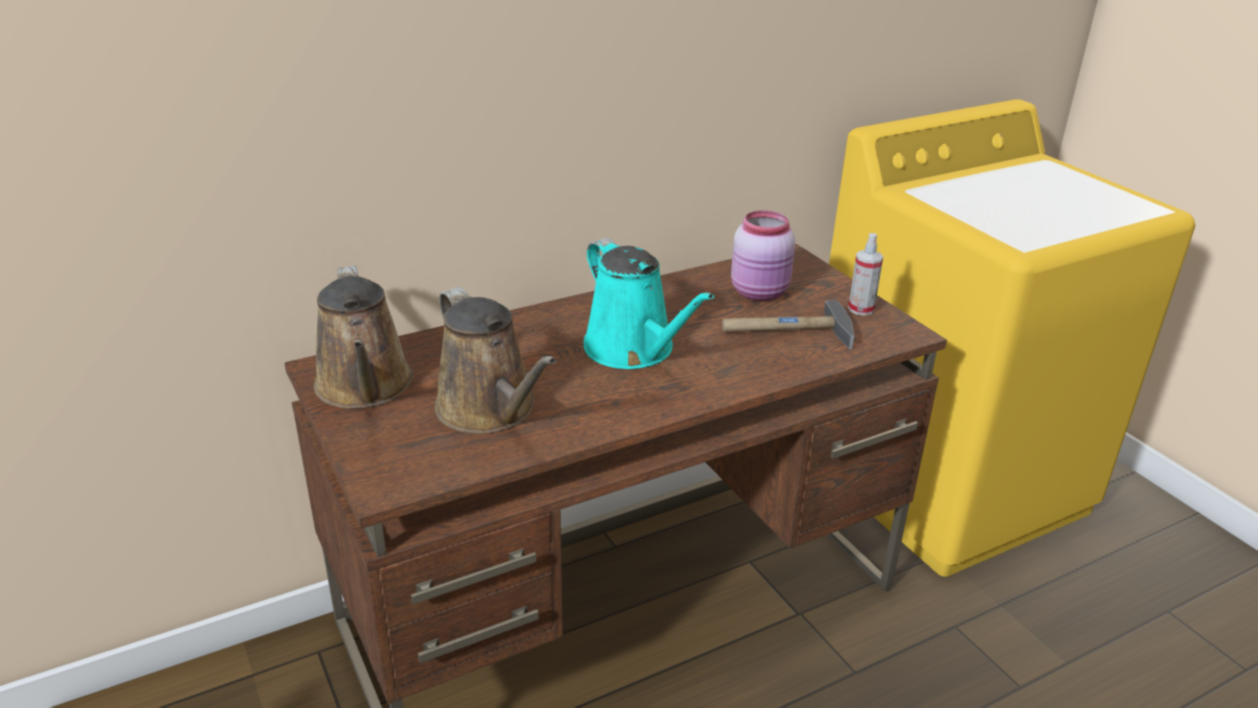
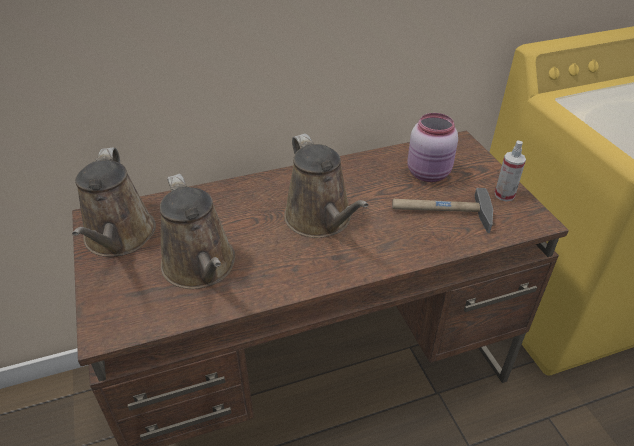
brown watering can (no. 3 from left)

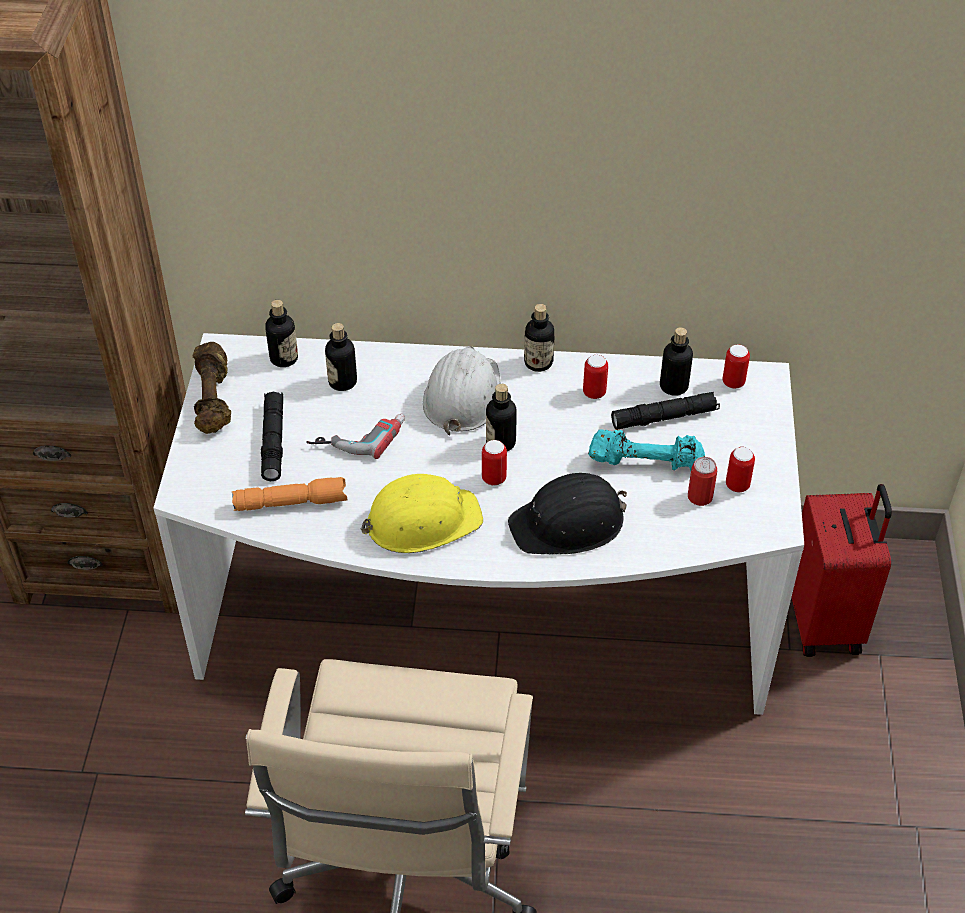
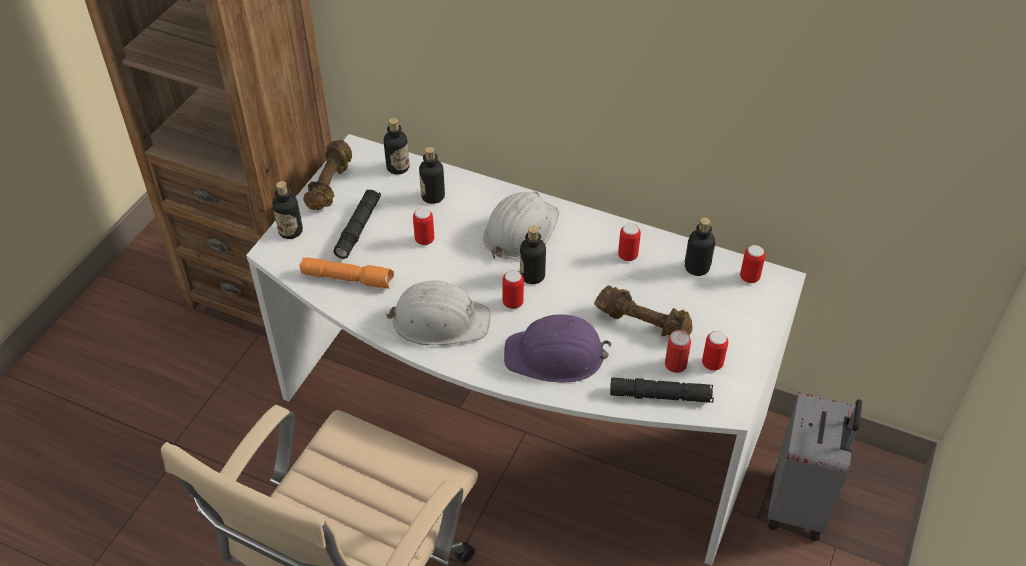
bottle (no. 1 from left)
black flashlight (no. 2 from left)
can (no. 1 from left)
white hard hat (no. 1 from left)
purple hard hat
brown dumbbell (no. 2 from left)
grey suitcase

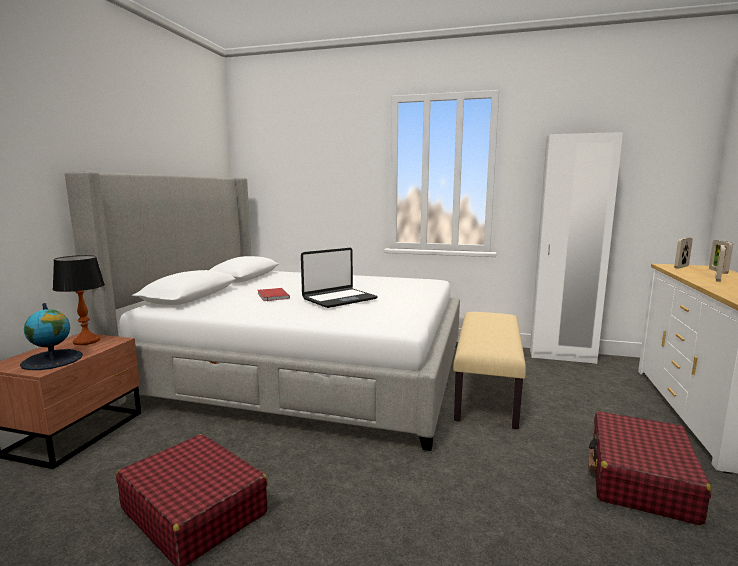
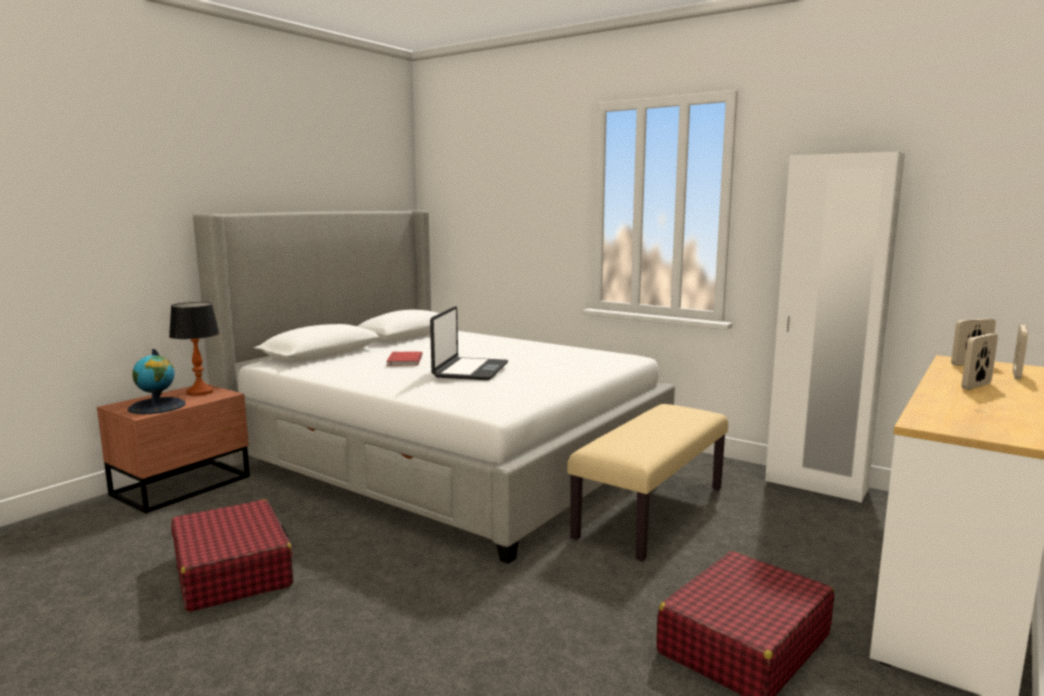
laptop

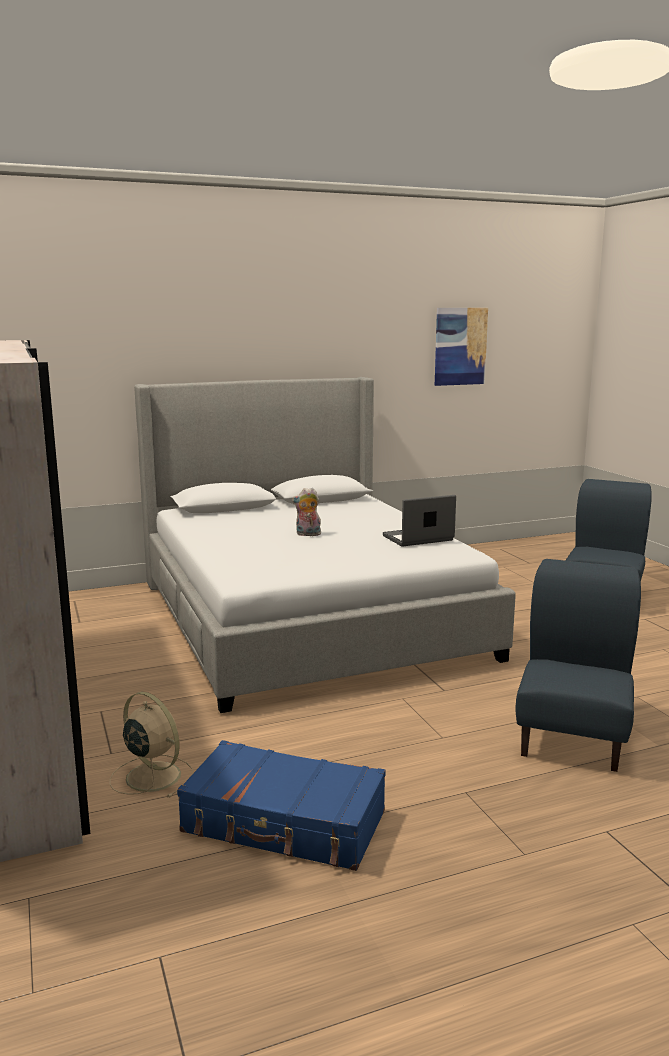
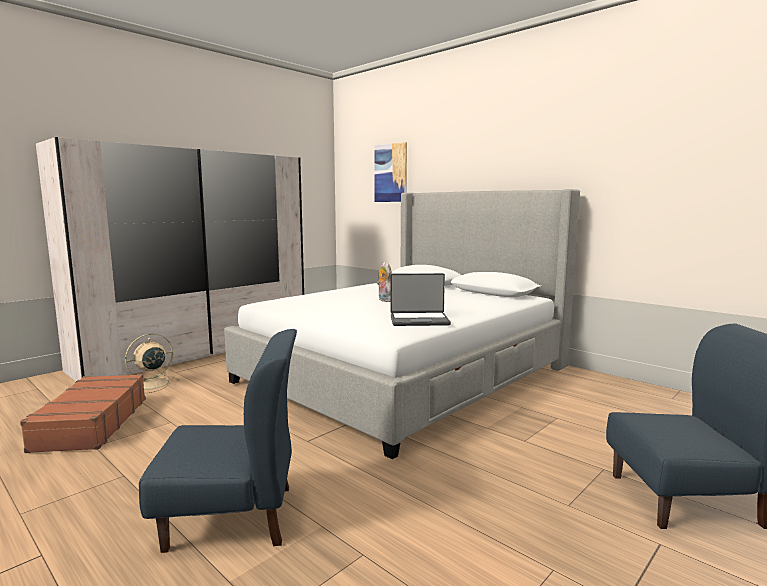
picture
brown suitcase
beige fan
laptop

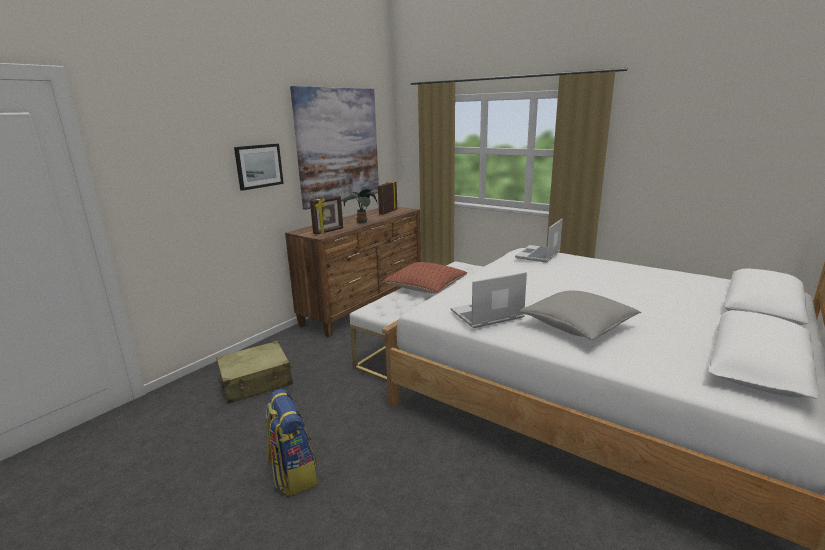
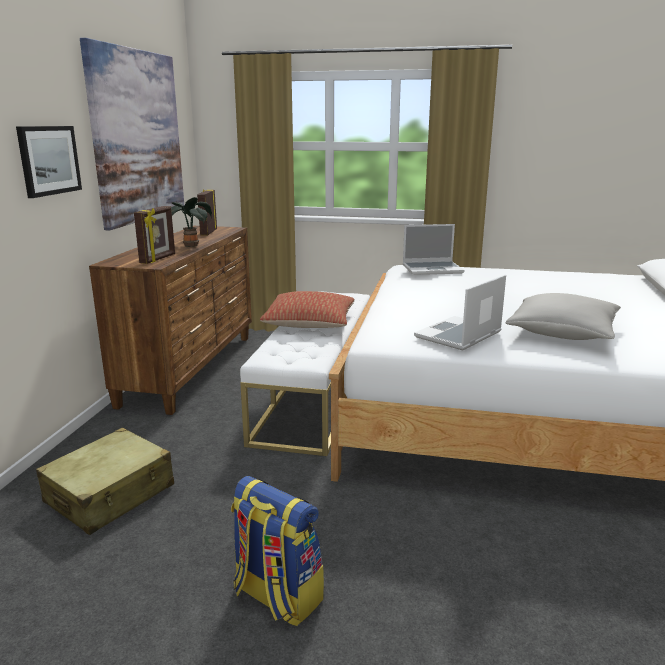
laptop (no. 1 from left)

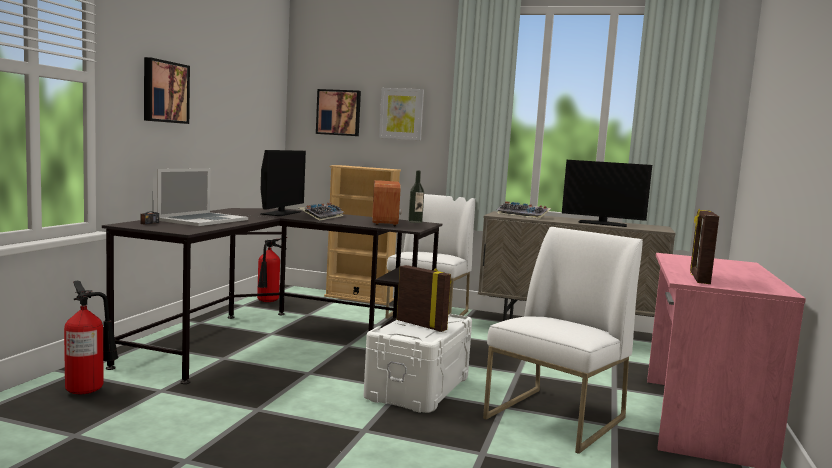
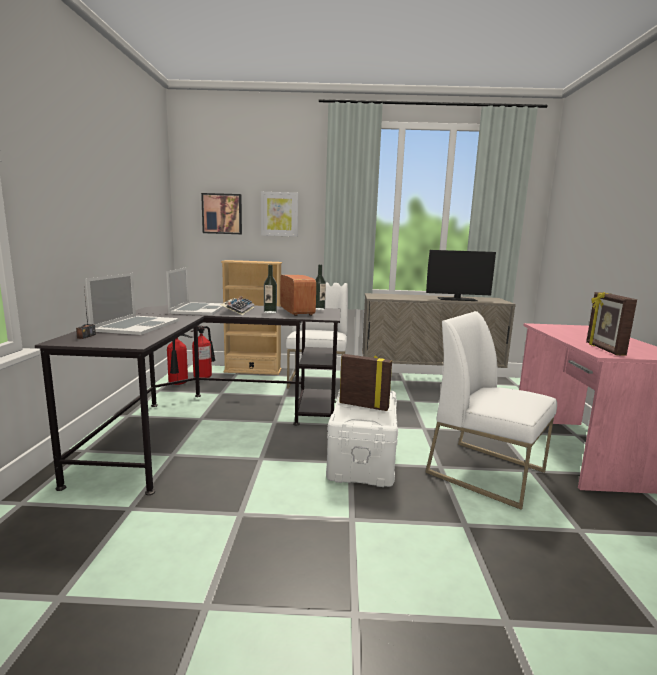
picture (no. 1 from left in the first image)
keyboard (no. 2 from left in the first image)
bottle (no. 1 from left)
fire extinguisher (no. 2 from left)
laptop (no. 2 from left)
white chair (no. 2 from left)

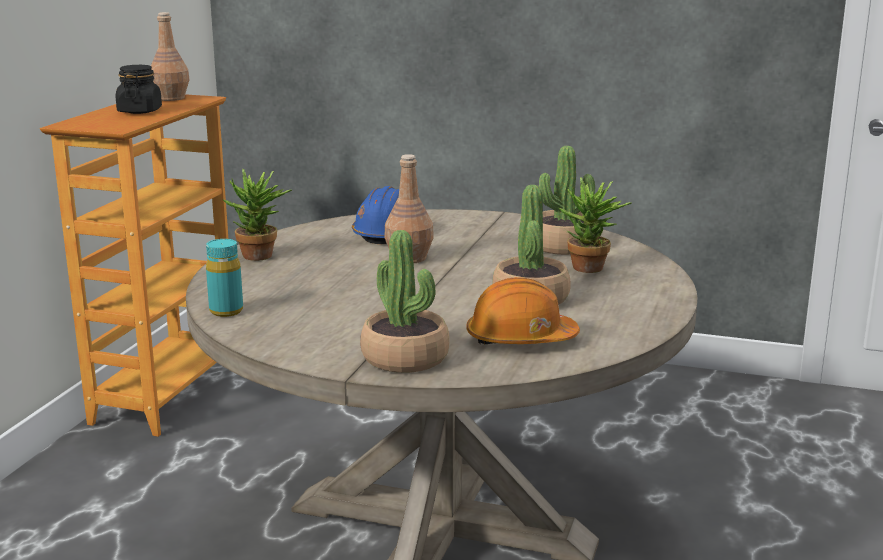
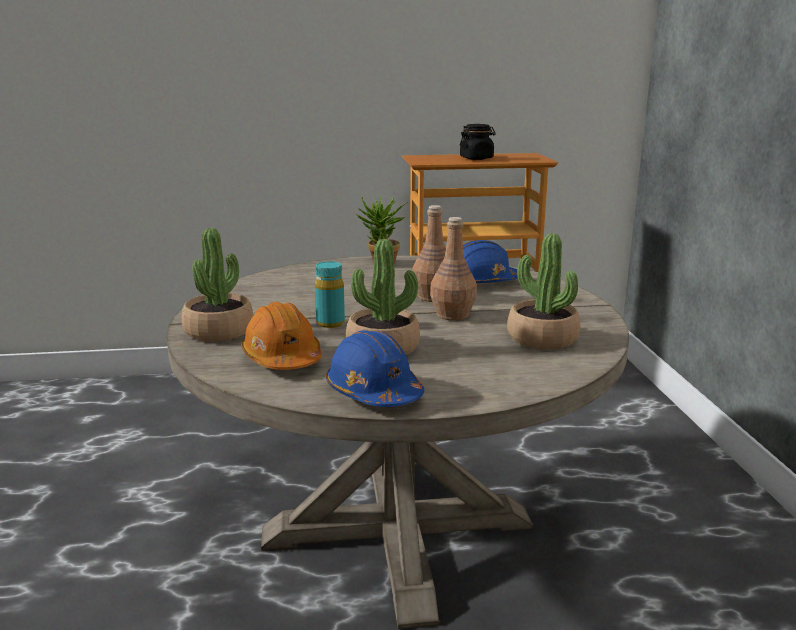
potted plant (no. 5 from left in the first image)
blue hard hat (no. 1 from left)
brown bottle (no. 2 from left)
turquoise bottle

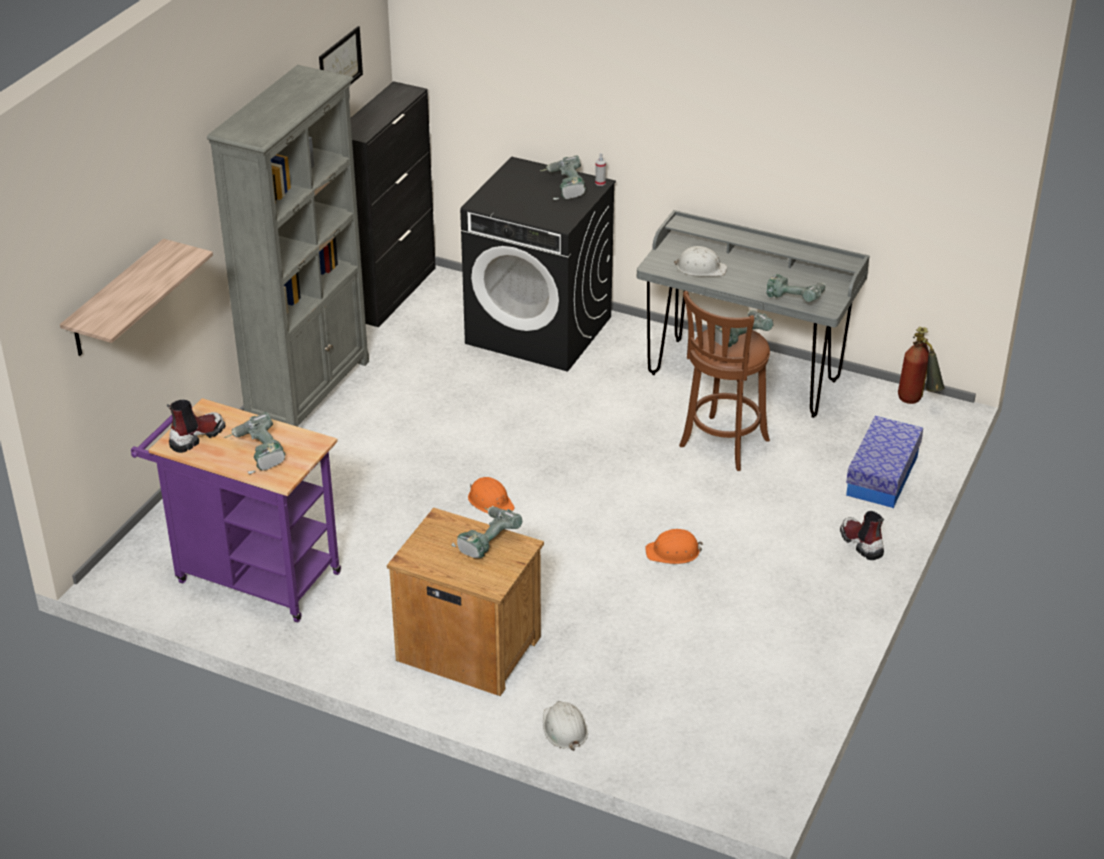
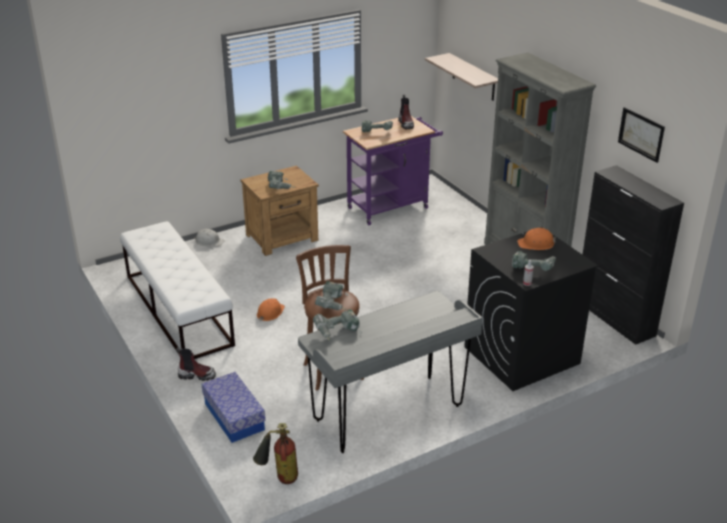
white hard hat (no. 2 from left in the first image)
white bench
orange hard hat (no. 2 from left)

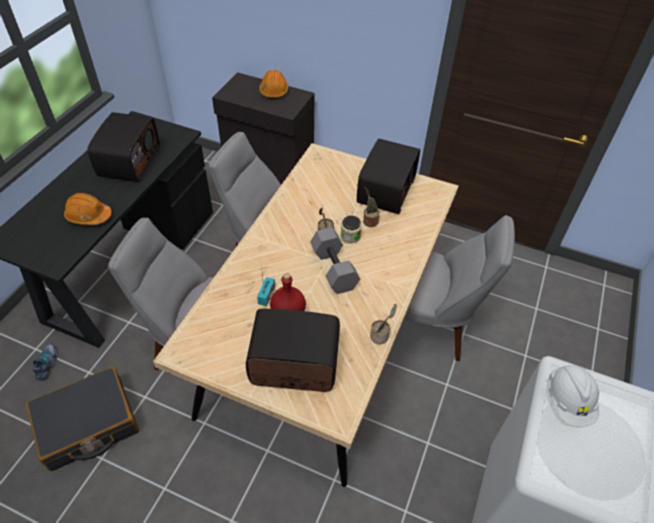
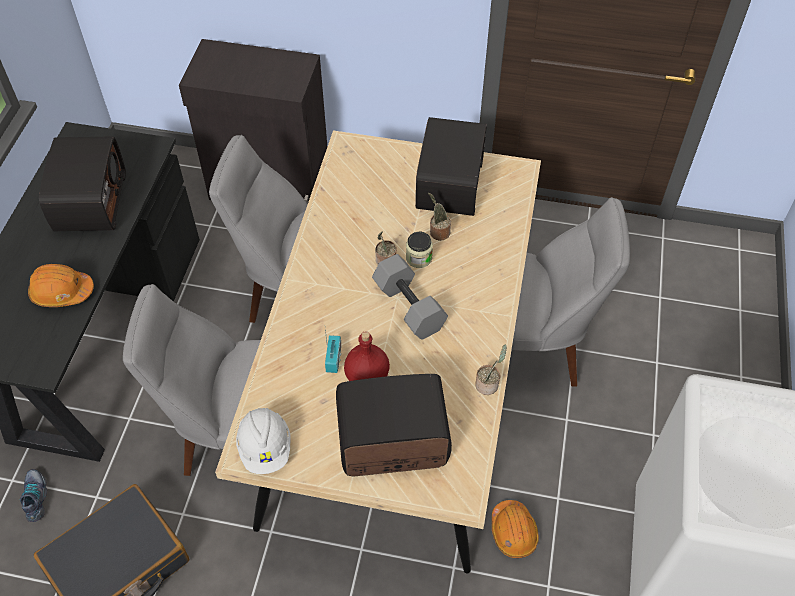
orange hard hat (no. 2 from left)
white hard hat

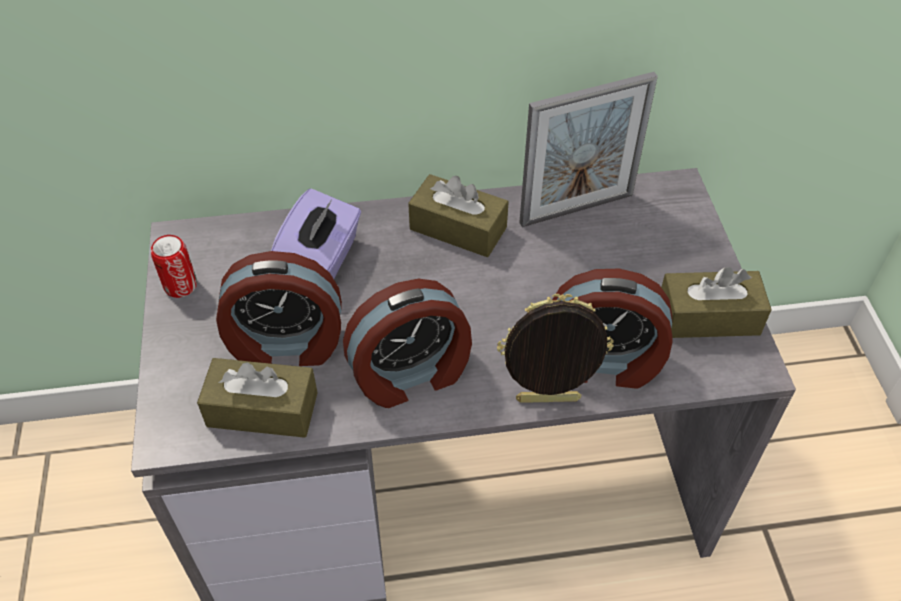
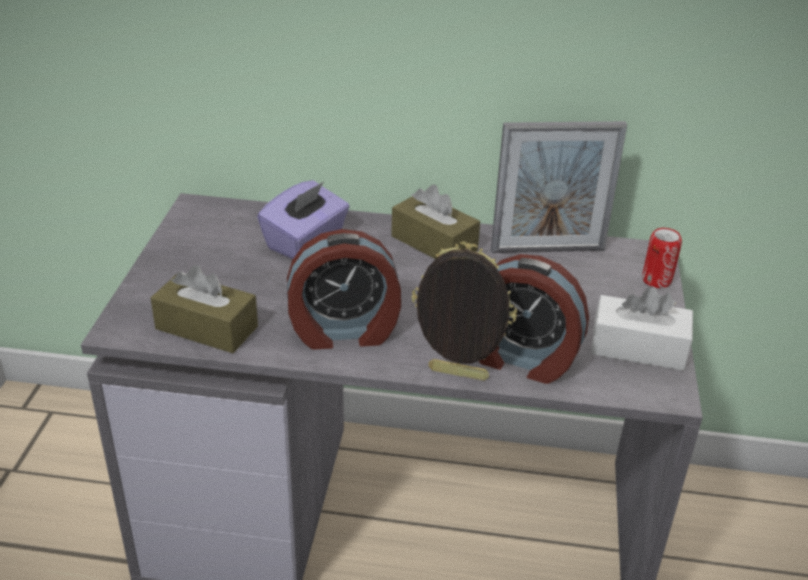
alarm clock (no. 1 from left in the first image)
can
white tissue box

